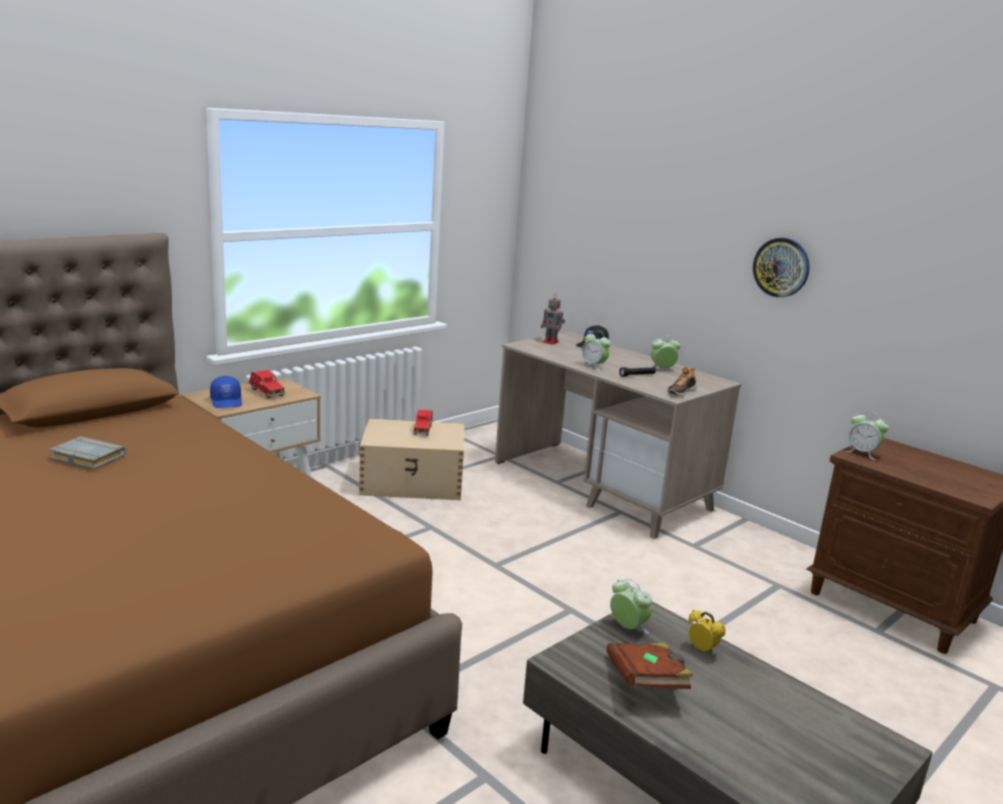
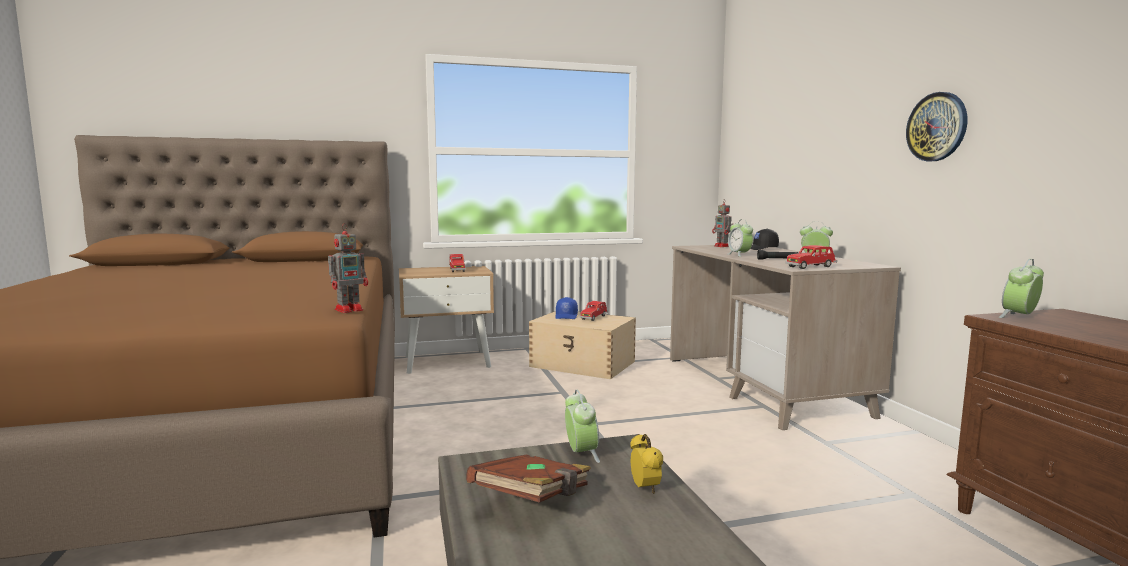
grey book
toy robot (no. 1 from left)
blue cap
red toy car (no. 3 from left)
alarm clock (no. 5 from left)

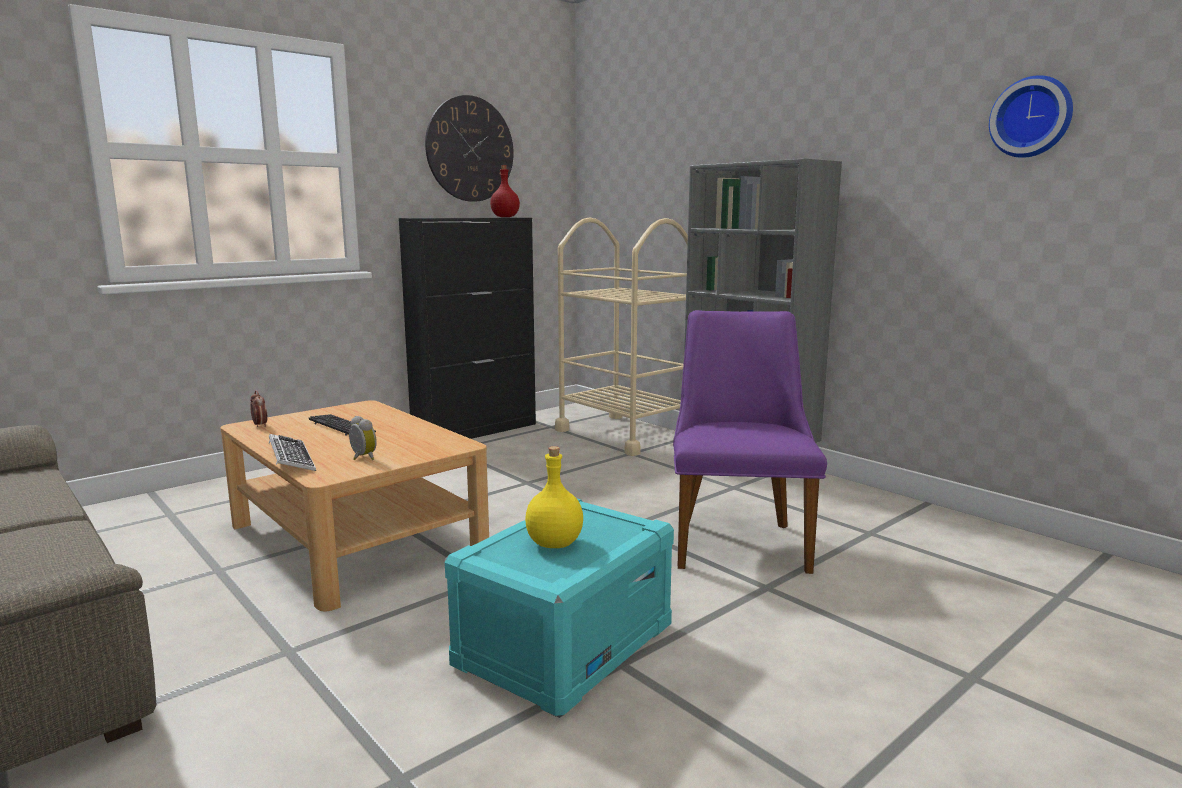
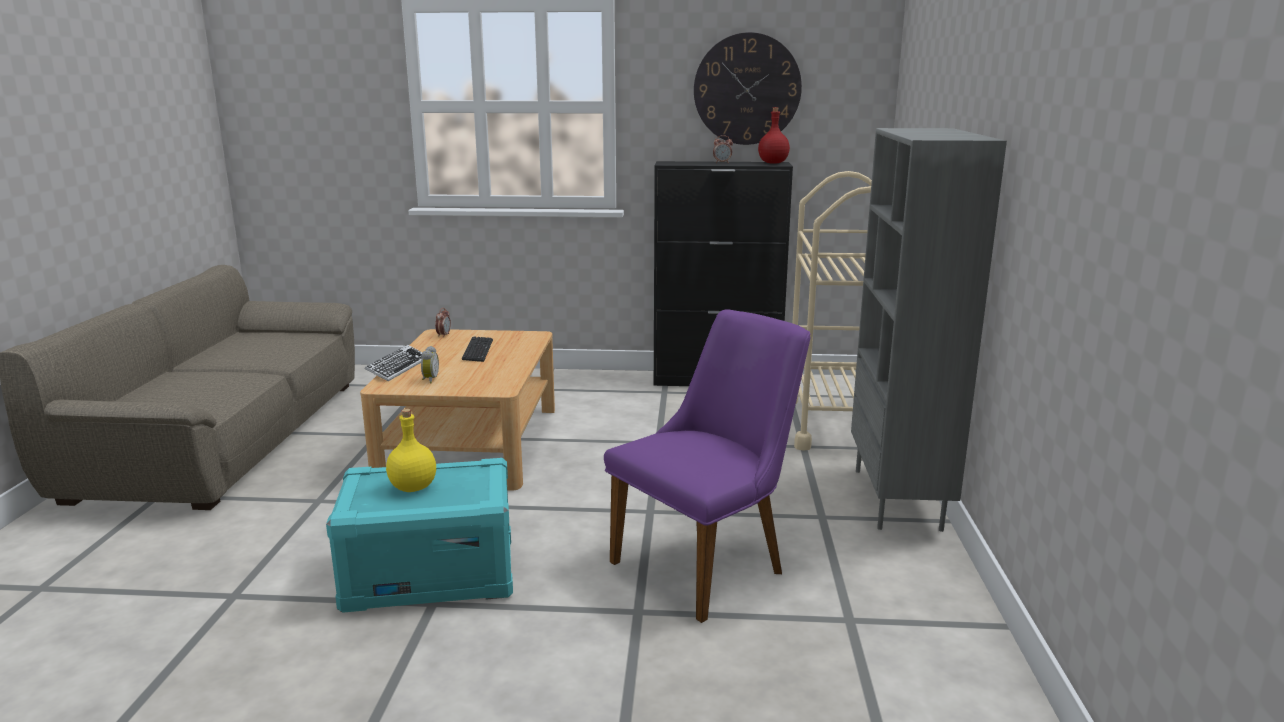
wall clock (no. 2 from left in the first image)
alarm clock (no. 3 from left)

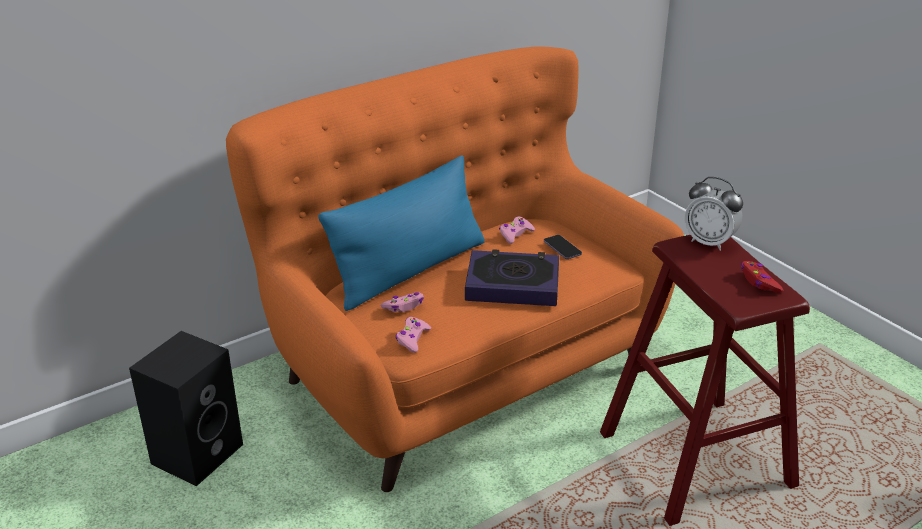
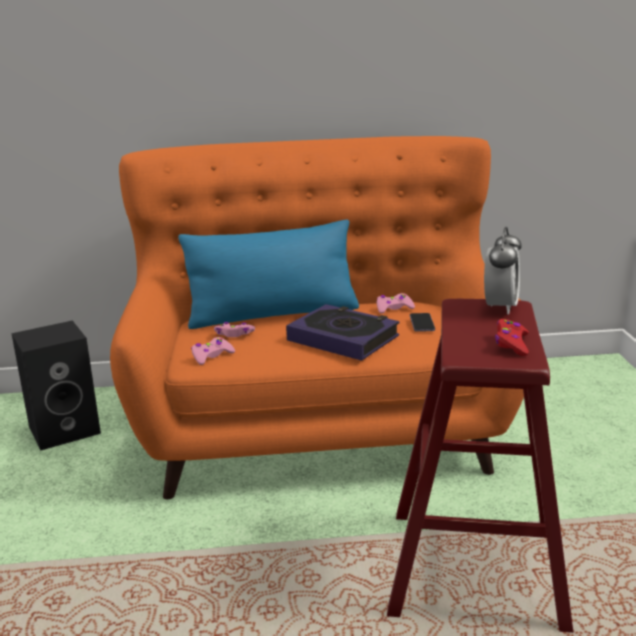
alarm clock

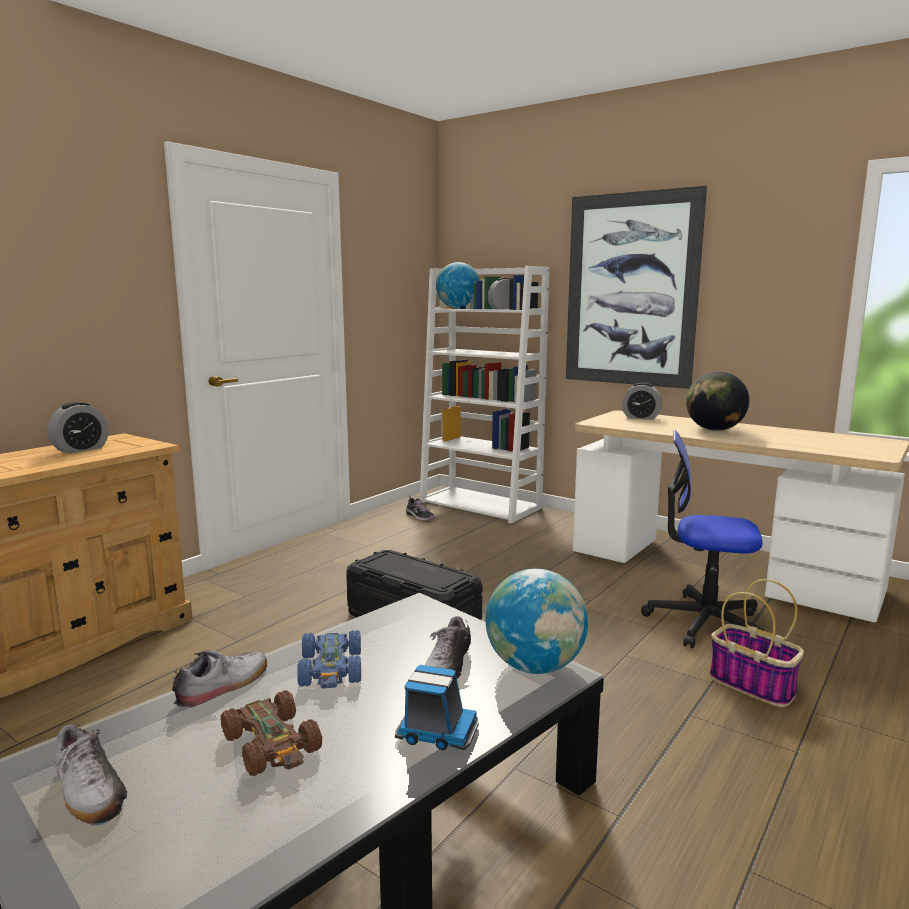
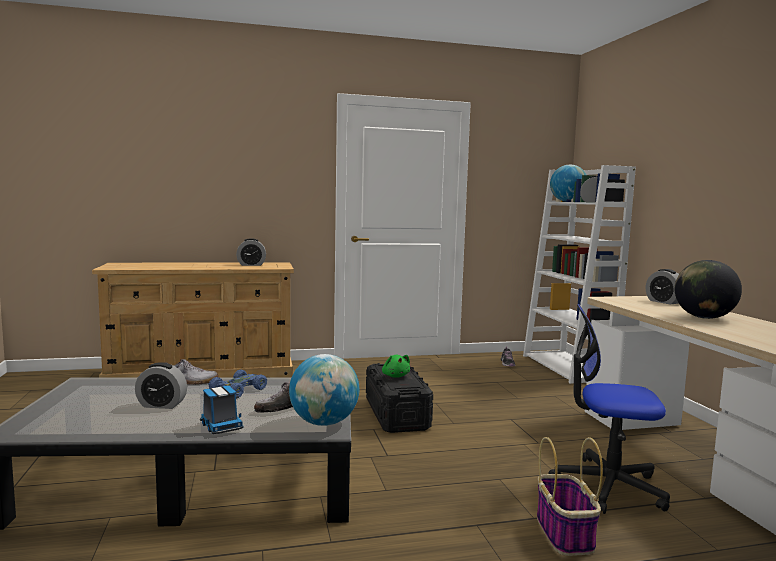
shoe (no. 1 from left in the first image)
picture
green plush toy
alarm clock (no. 1 from left)
office chair

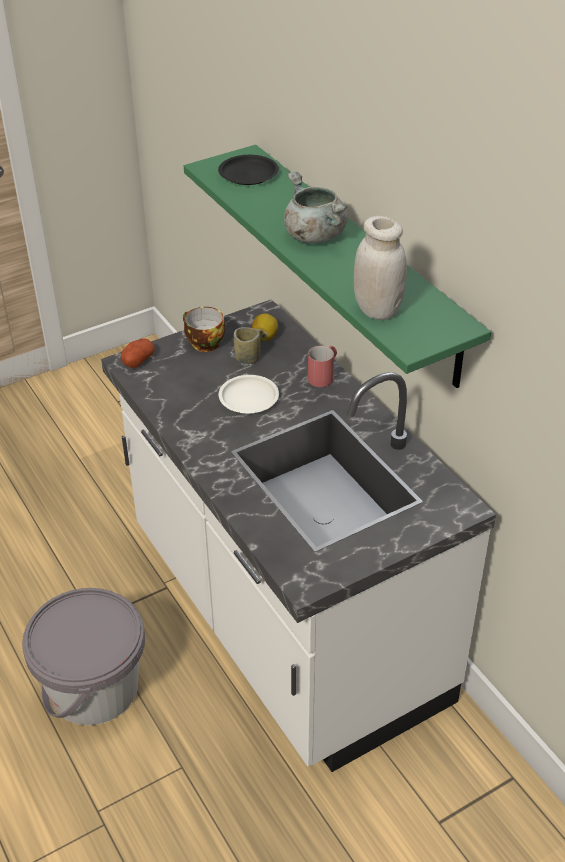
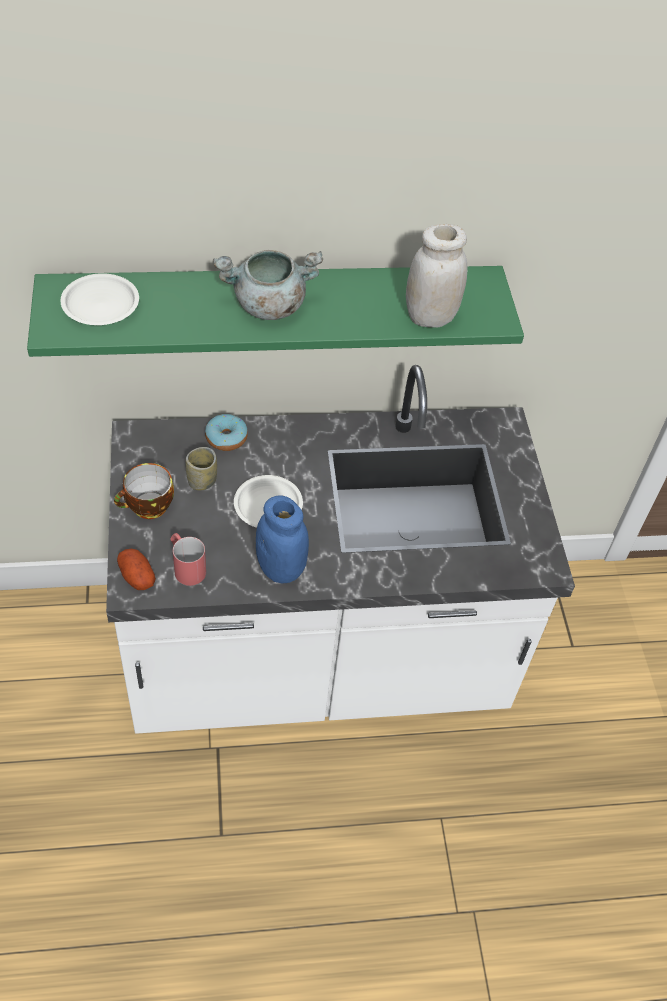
grey bucket
lemon
donut
blue jar
red mug
white plate (no. 1 from left)

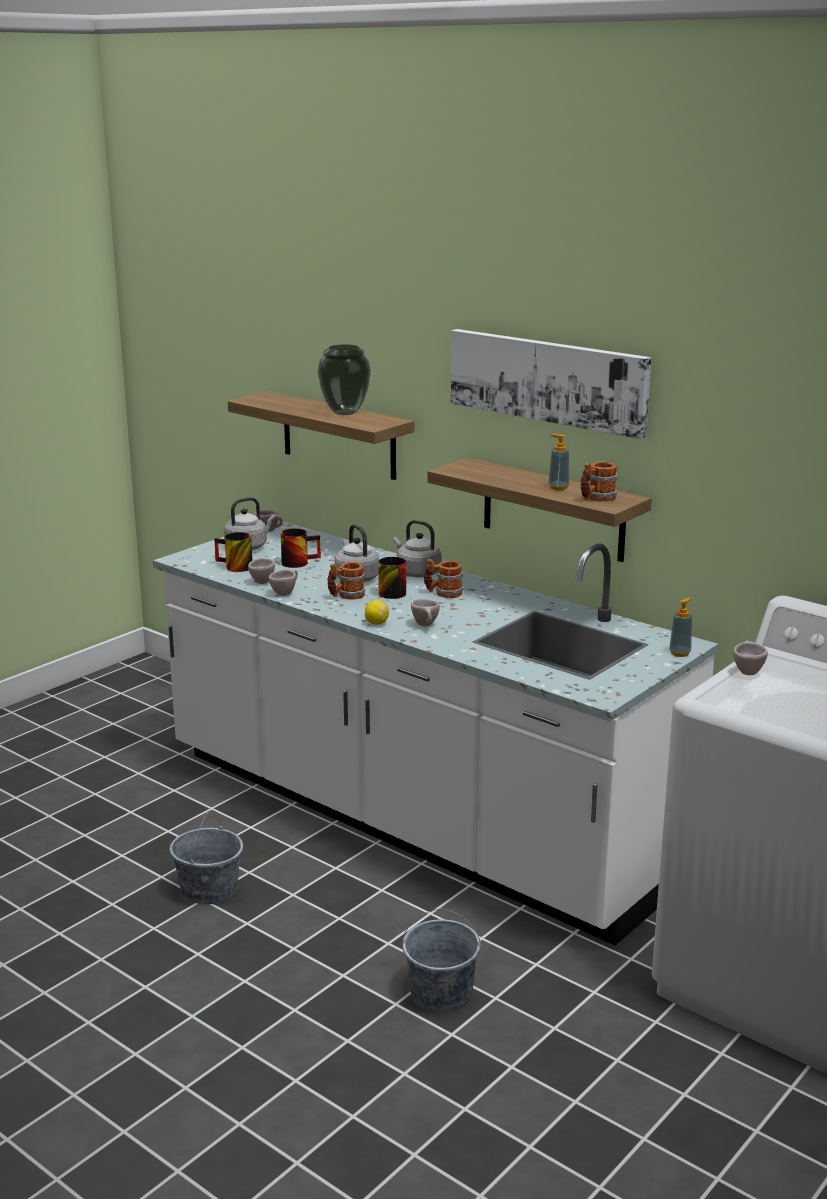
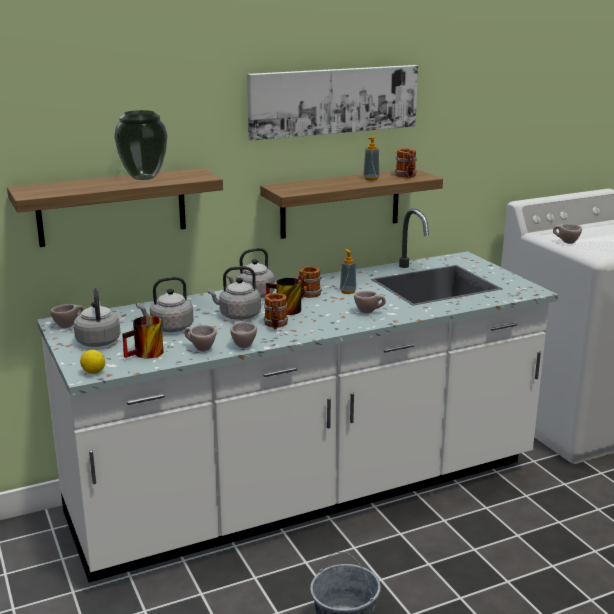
grey bucket (no. 2 from left in the first image)
lemon
soap dispenser (no. 1 from left)
grey kettle (no. 2 from left)

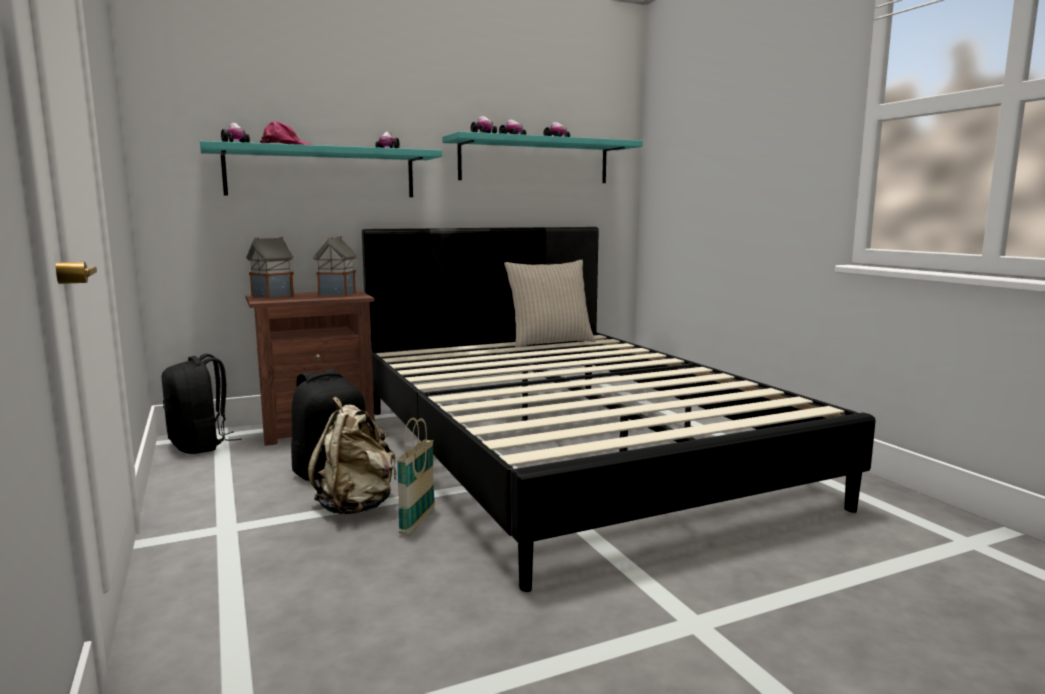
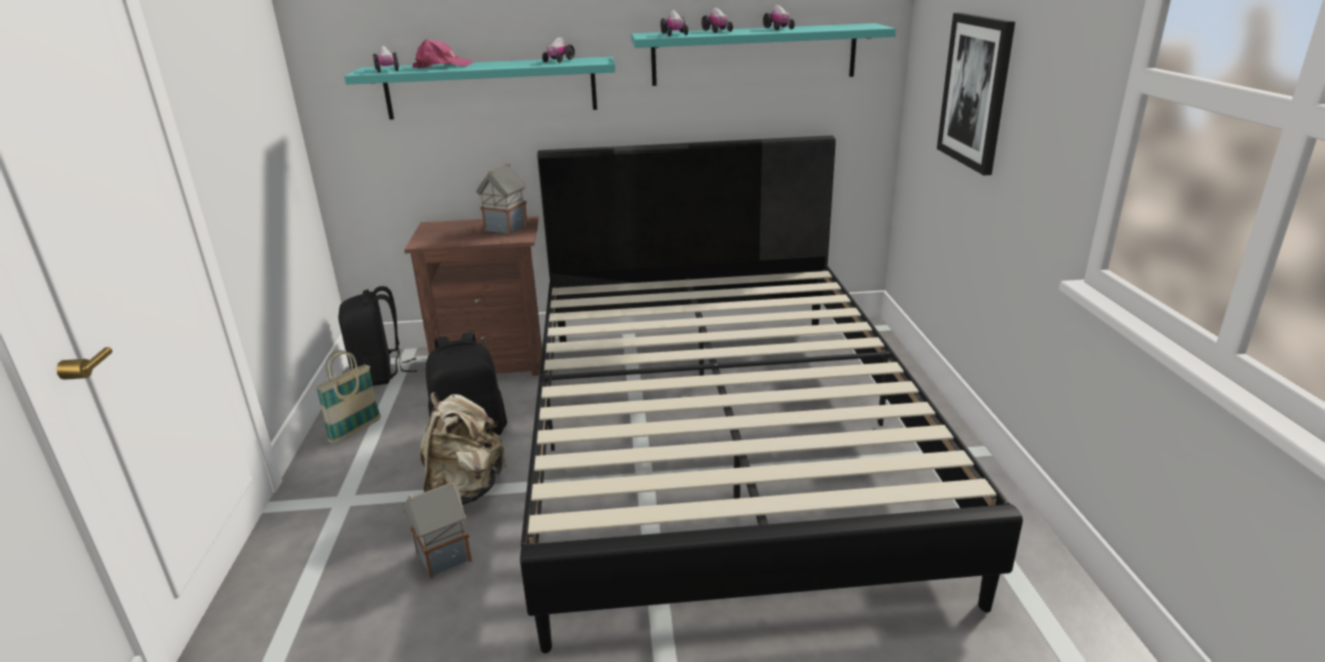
beige pillow
picture
toy house (no. 1 from left)
basket

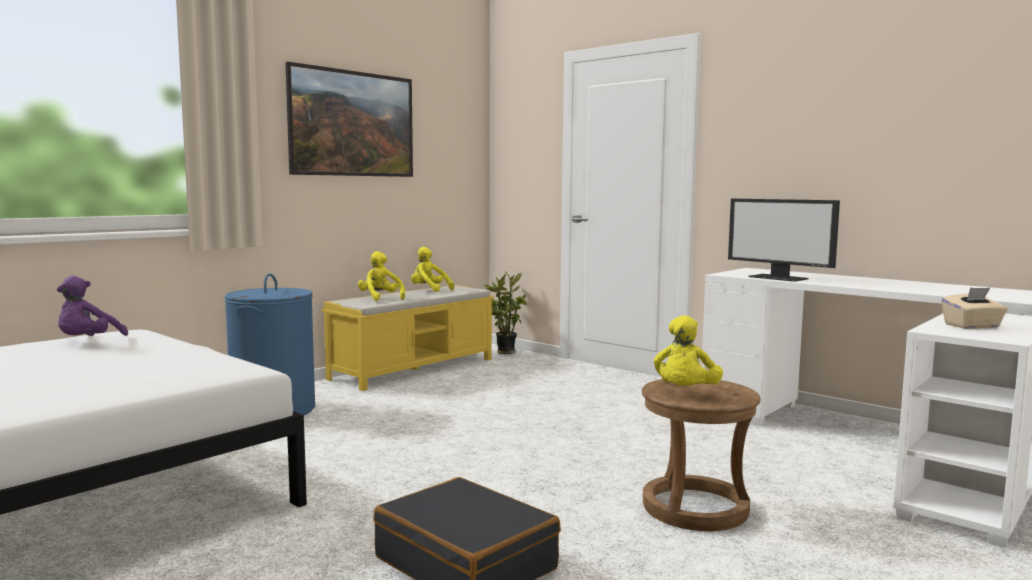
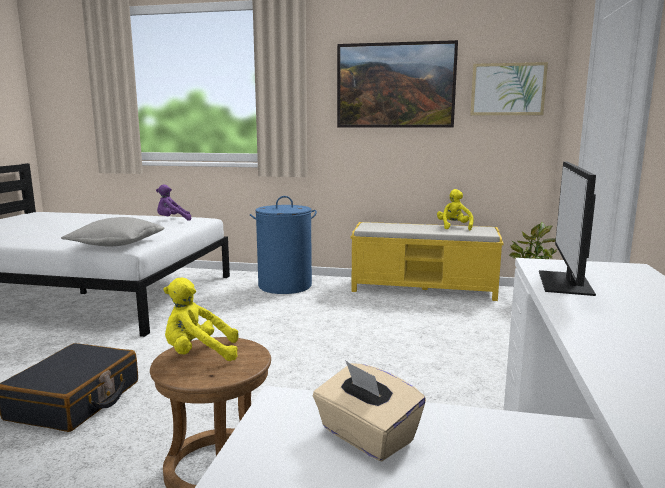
yellow plush toy (no. 1 from left in the first image)
grey pillow
picture (no. 2 from left)

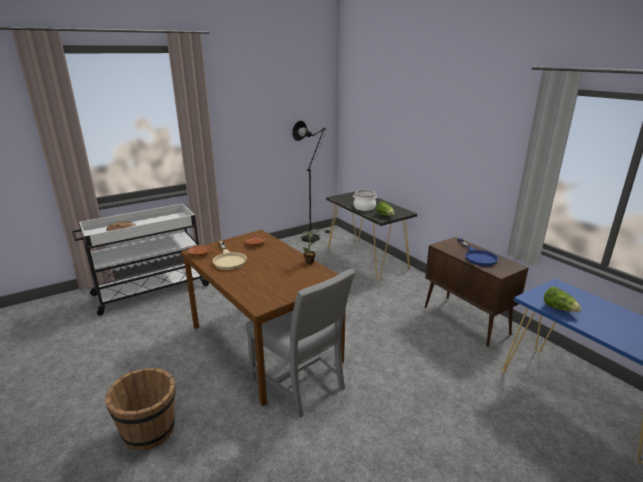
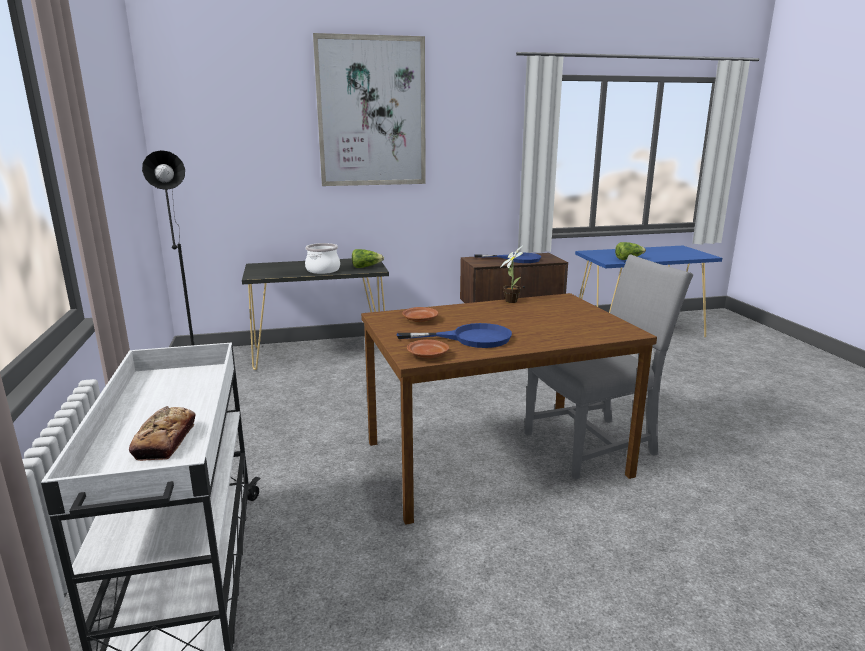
brown bucket
picture
blue frying pan (no. 1 from left)

